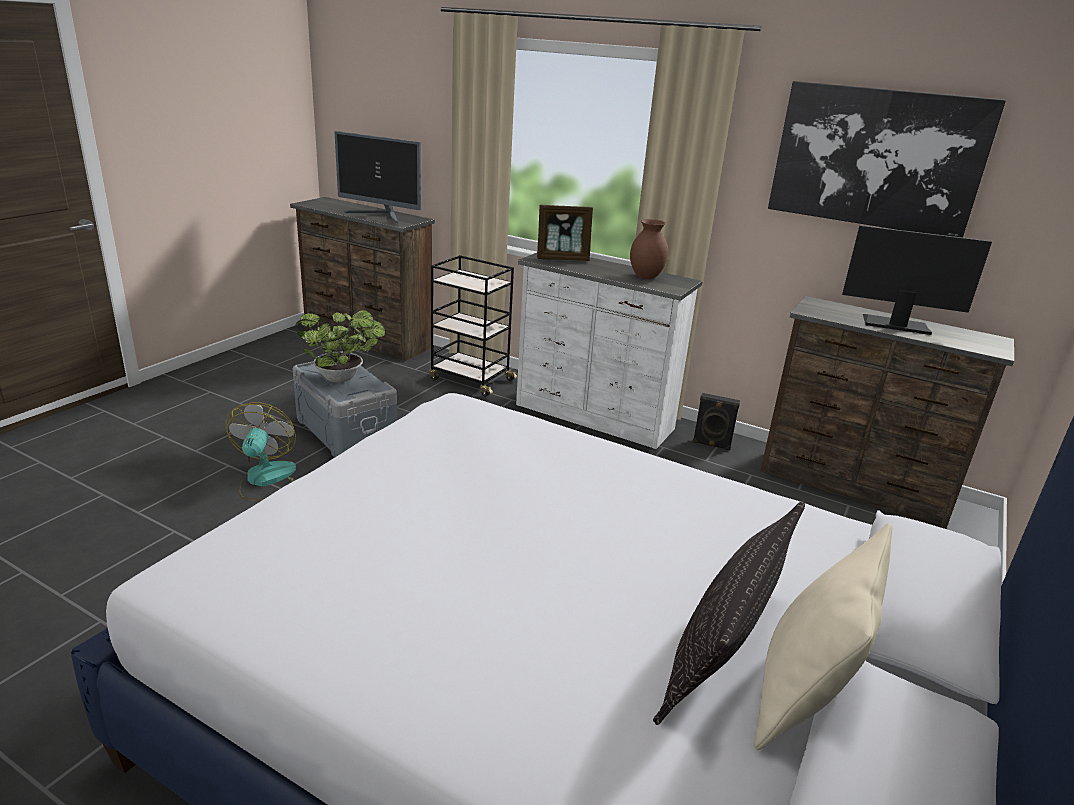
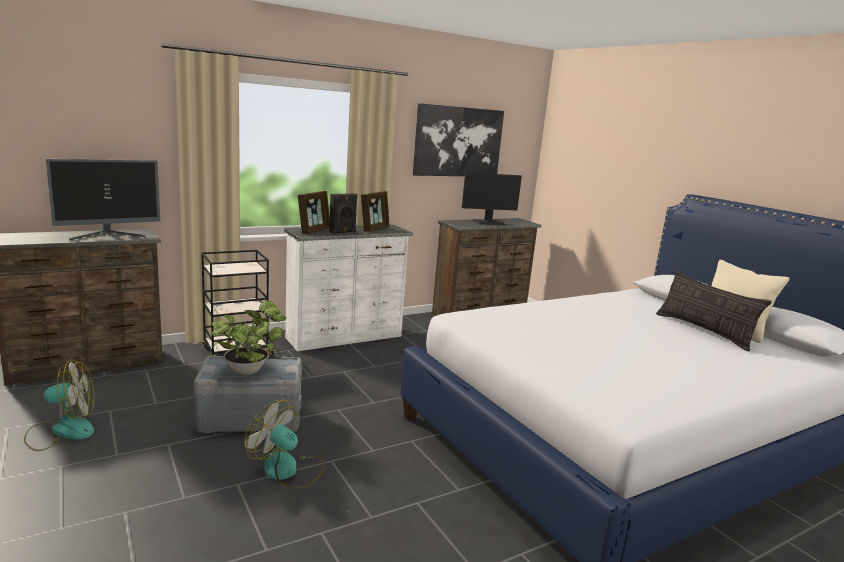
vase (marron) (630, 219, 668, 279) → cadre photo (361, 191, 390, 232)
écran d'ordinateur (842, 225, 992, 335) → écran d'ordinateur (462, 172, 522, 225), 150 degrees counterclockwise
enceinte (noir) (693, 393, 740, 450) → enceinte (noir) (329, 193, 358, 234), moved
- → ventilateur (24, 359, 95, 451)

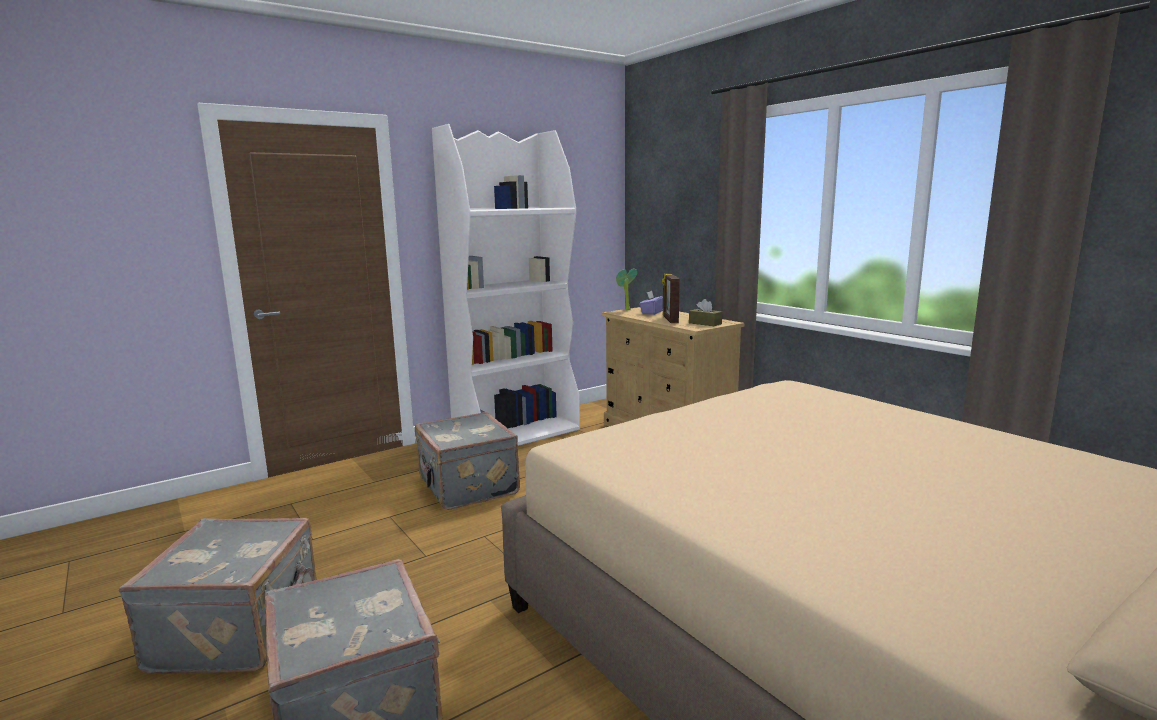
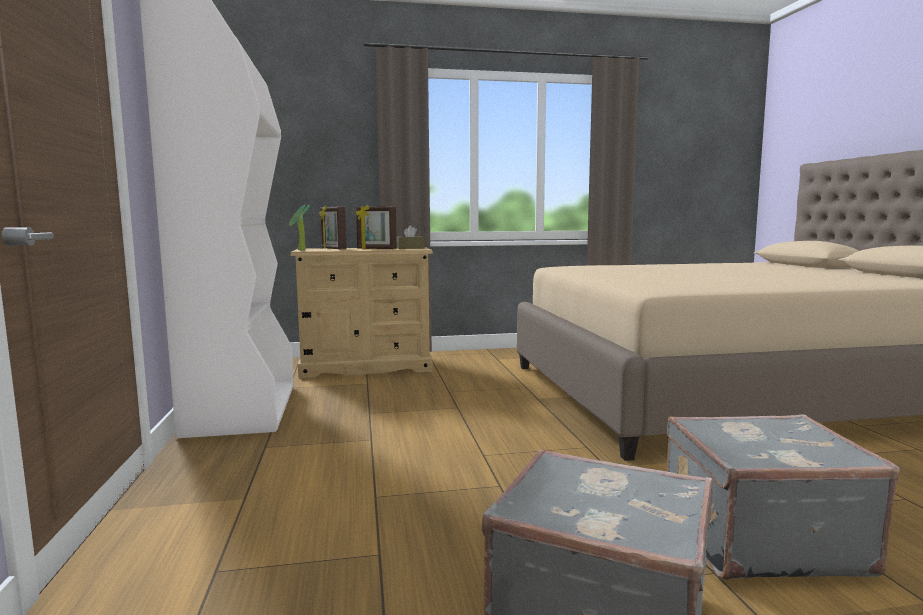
boîte à mouchoirs (violet) (639, 291, 663, 315) → cadre photo (319, 205, 347, 249)
valise (gris) (415, 412, 520, 510) → -

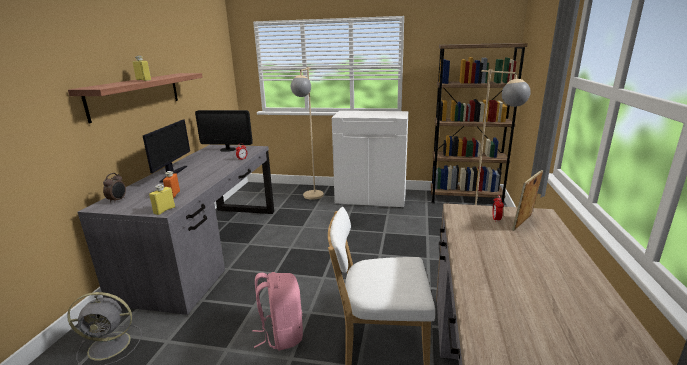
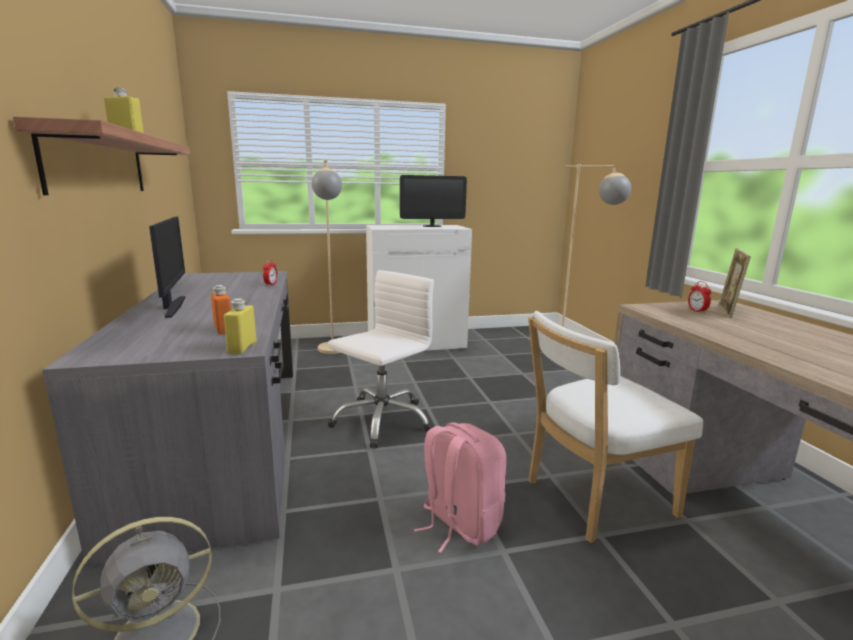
bibliothèque (marron) (431, 43, 528, 204) → -
écran d'ordinateur (195, 110, 253, 152) → écran d'ordinateur (400, 175, 467, 227), moved
réveil (103, 173, 126, 203) → -
- → chaise de bureau (blanc) (328, 270, 434, 448)

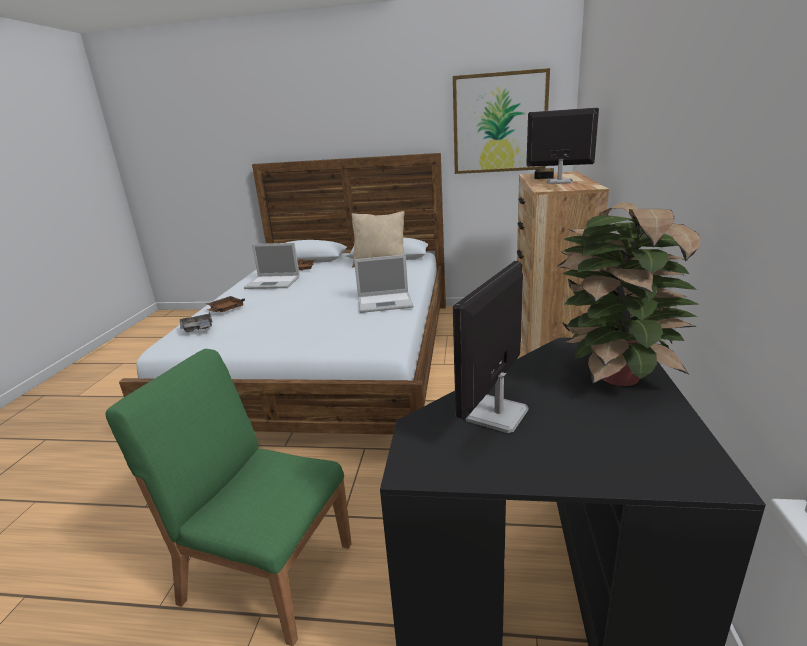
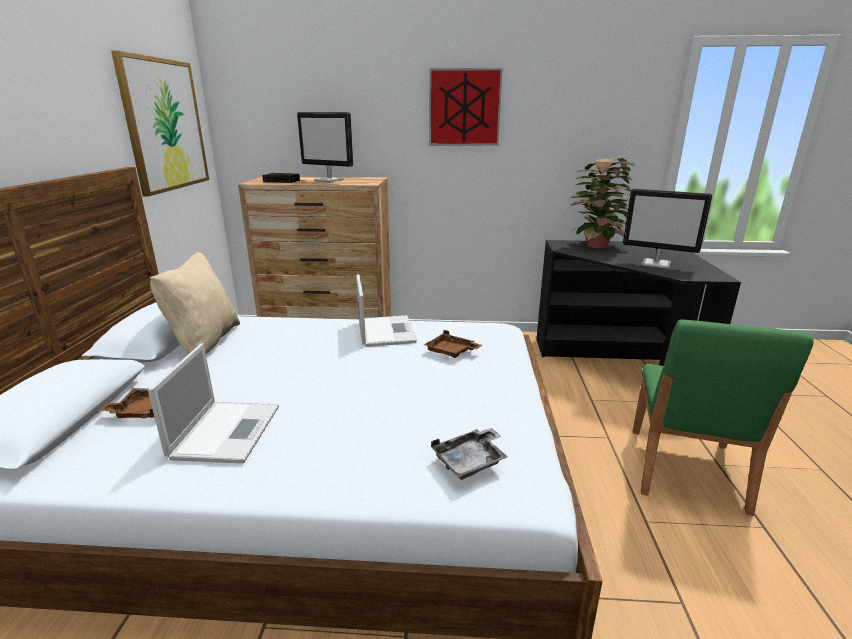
écran d'ordinateur (526, 107, 599, 184) → écran d'ordinateur (297, 112, 353, 182), 75 degrees counterclockwise
plateau (marron) (207, 296, 245, 312) → plateau (marron) (424, 330, 482, 358), moved
- → tableau (429, 68, 503, 146)

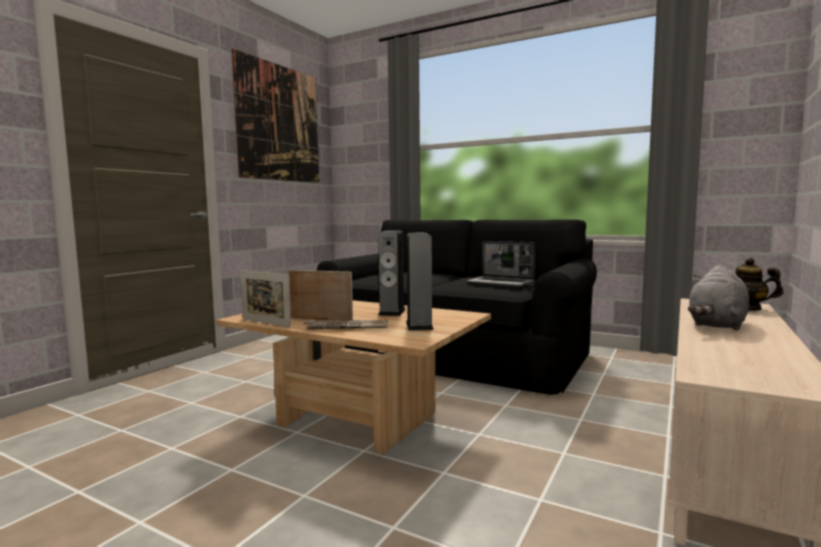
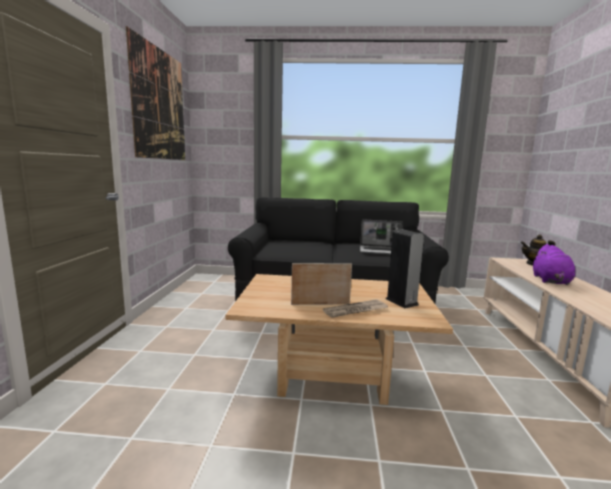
enceinte (378, 230, 406, 316) → -
peluche (gris) (688, 265, 750, 331) → peluche (violet) (533, 244, 575, 285)
cadre photo (241, 270, 291, 327) → -

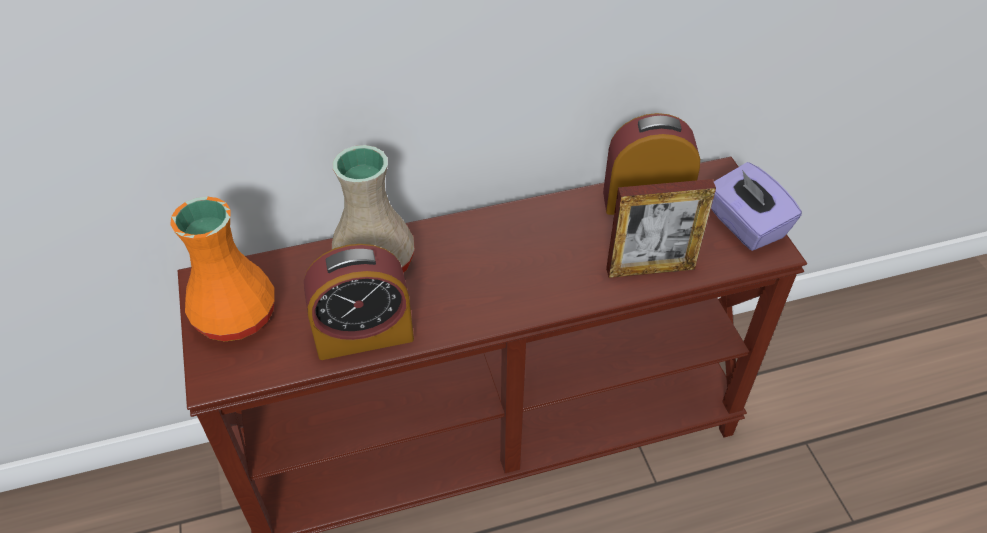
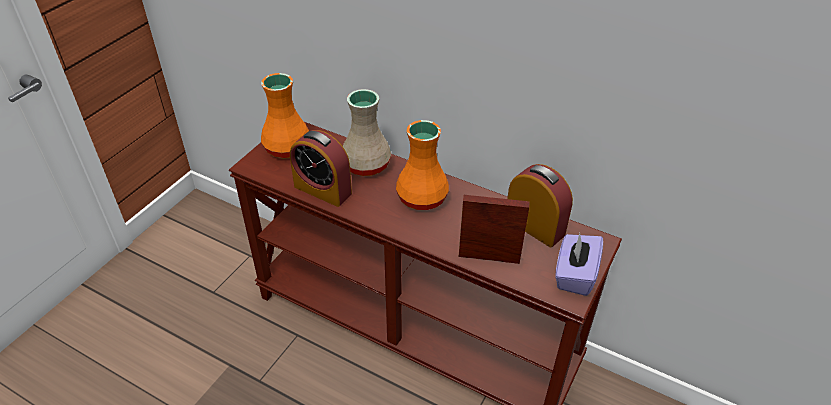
cadre photo (606, 179, 716, 278) → cadre photo (458, 195, 529, 264), 150 degrees clockwise
- → vase (orange) (396, 120, 449, 210)

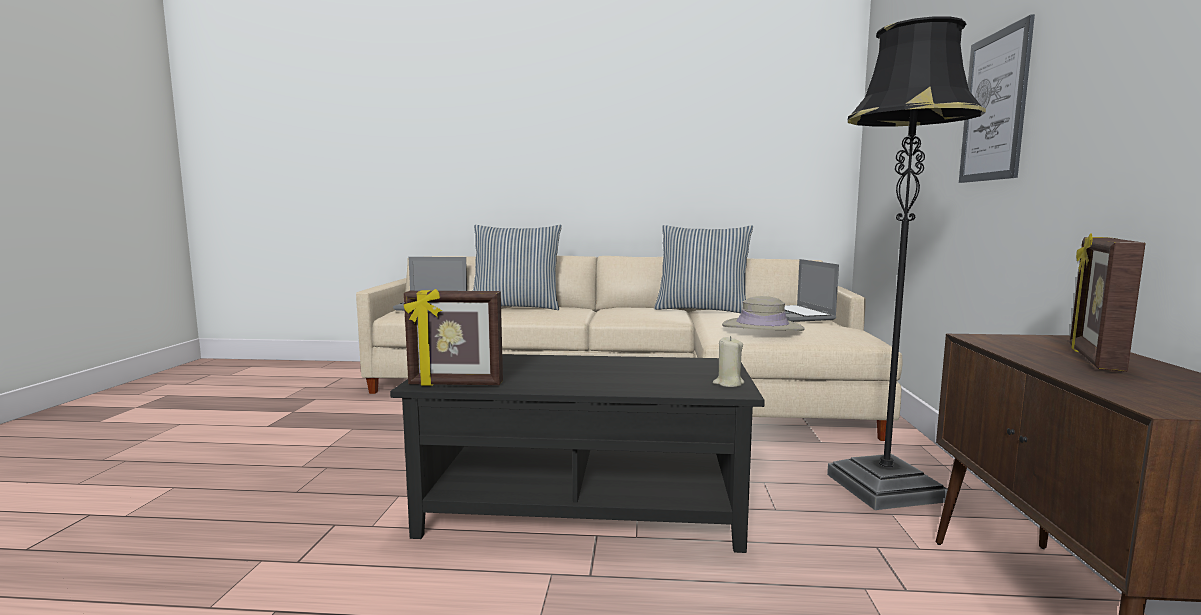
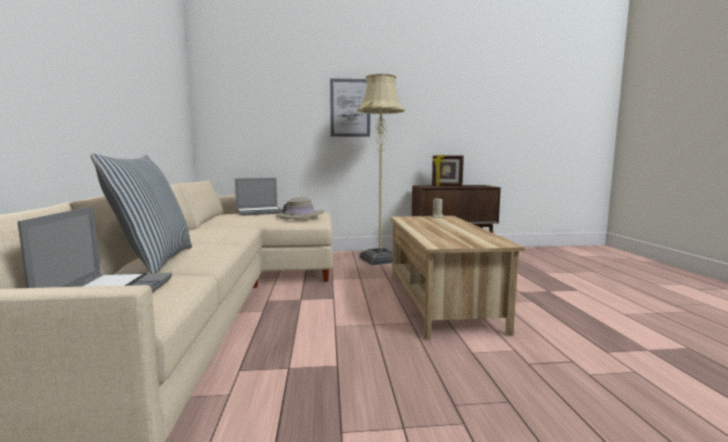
lampadaire (noir) (827, 16, 986, 510) → lampadaire (beige) (357, 74, 405, 265)
coussin (654, 225, 753, 313) → -
cadre photo (404, 289, 503, 386) → -
table basse (noir) (390, 354, 765, 553) → table basse (beige) (390, 216, 525, 340)

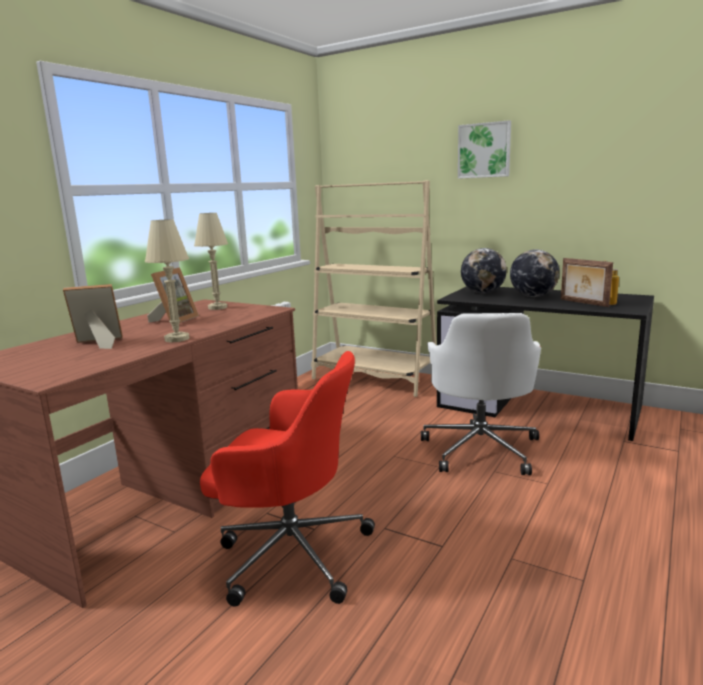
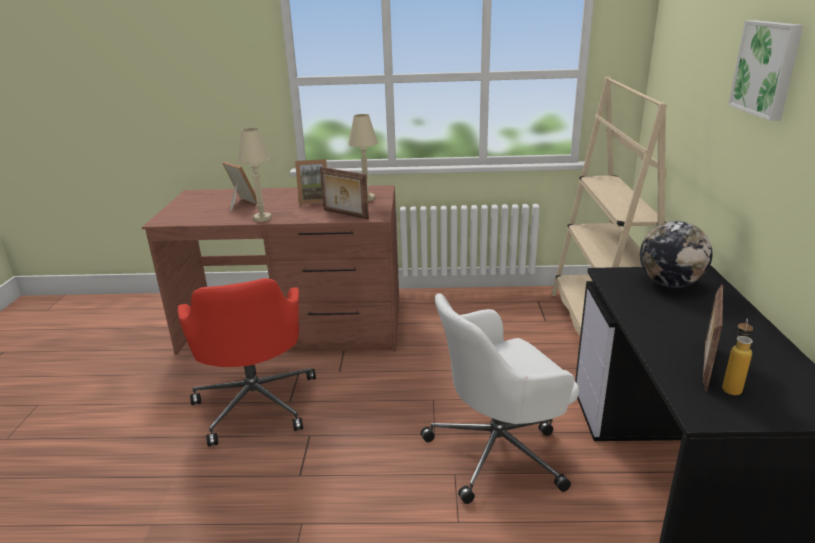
globe (510, 249, 560, 297) → -
- → cadre photo (320, 167, 369, 219)

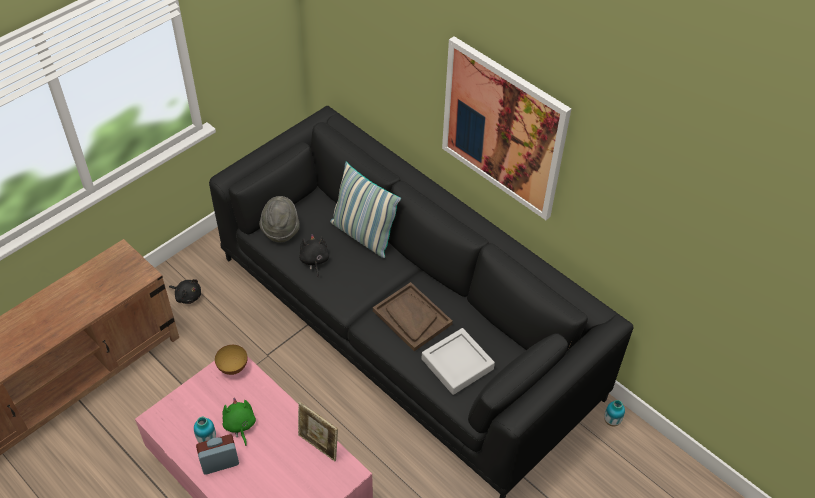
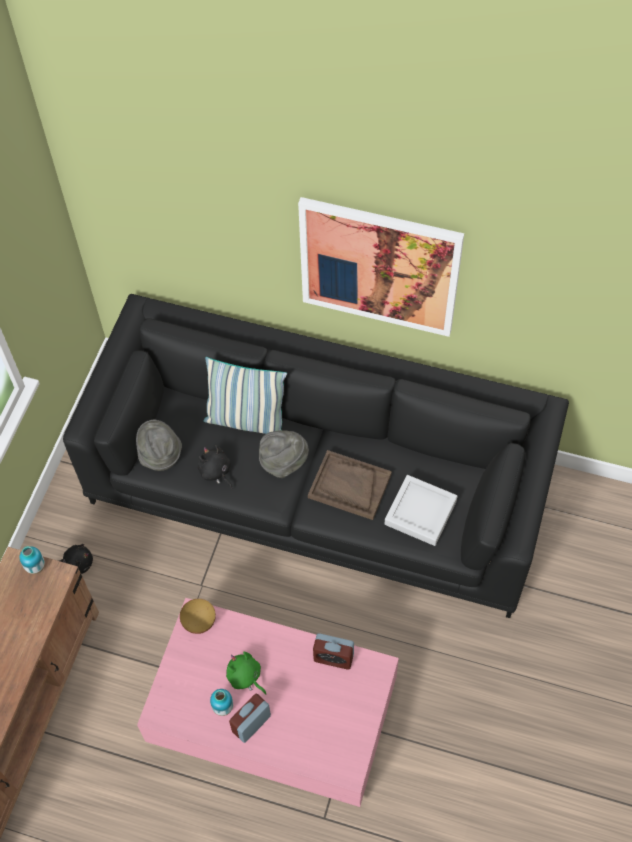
vase (604, 400, 625, 427) → vase (20, 546, 45, 574), moved
cadre photo (298, 402, 338, 461) → réveil (313, 633, 354, 670)
- → chapeau (gris) (259, 430, 309, 478)

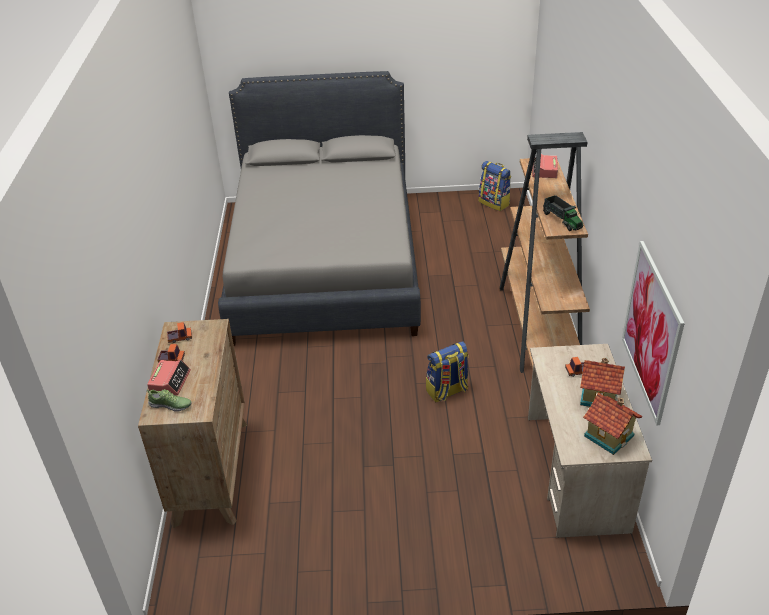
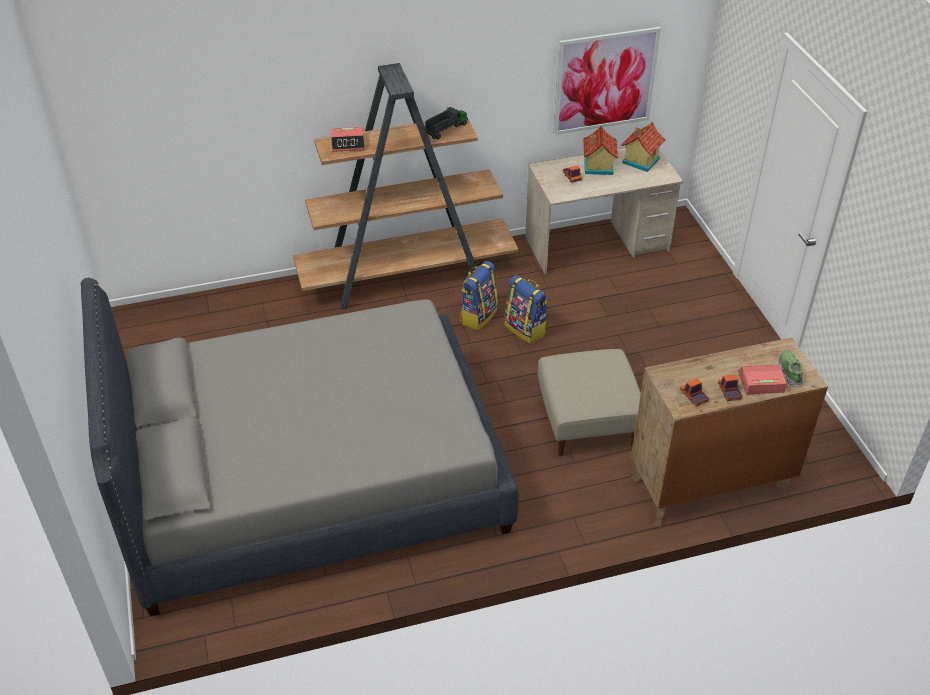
sac à dos (479, 161, 511, 211) → sac à dos (459, 261, 498, 331), moved
- → pouf (beige) (538, 349, 641, 456)

